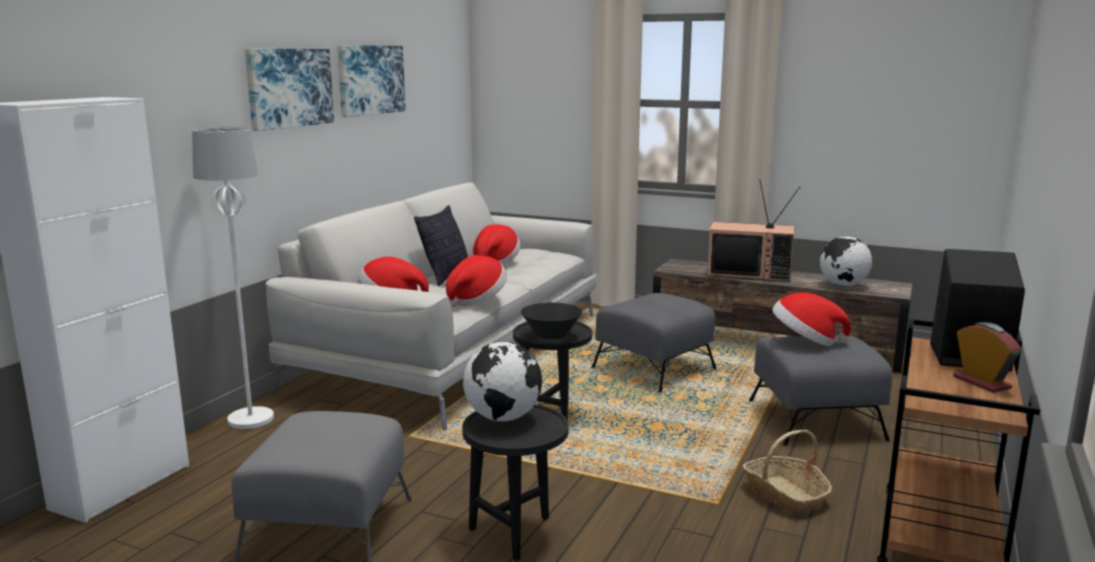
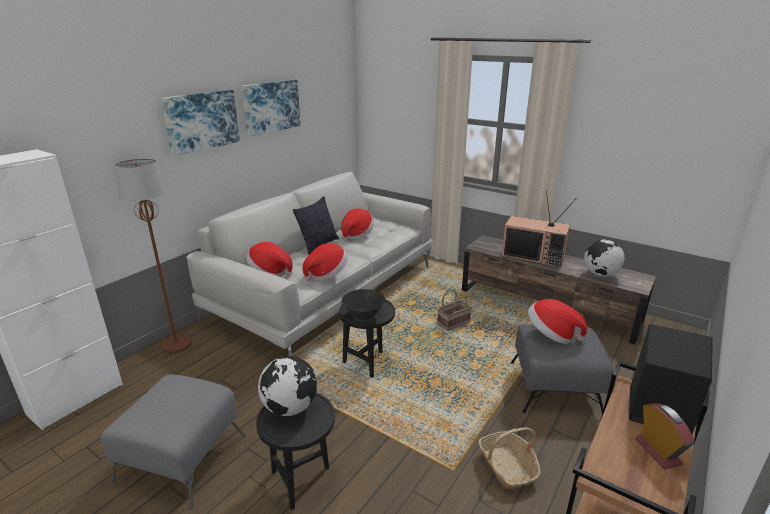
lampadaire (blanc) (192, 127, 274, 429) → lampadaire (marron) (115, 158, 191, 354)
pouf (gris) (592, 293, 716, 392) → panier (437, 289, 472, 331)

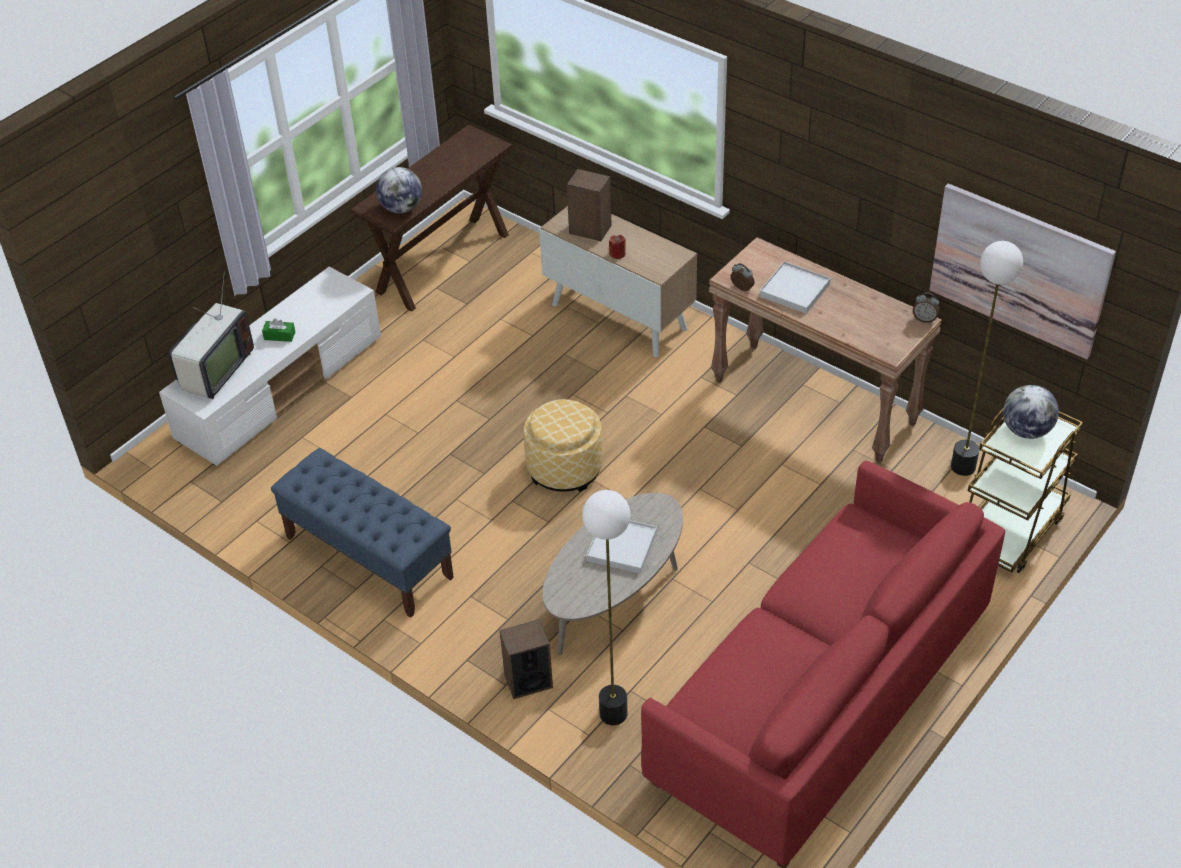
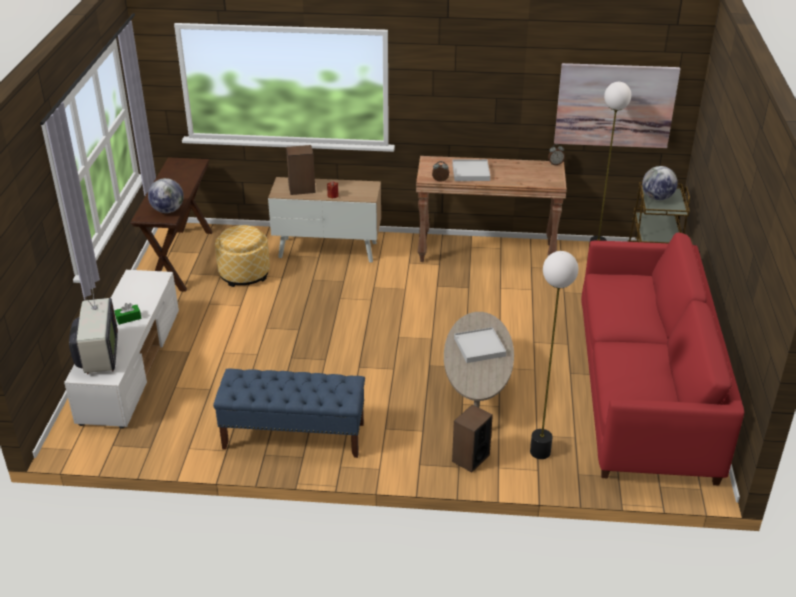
pouf (524, 399, 603, 492) → pouf (215, 225, 270, 287), moved

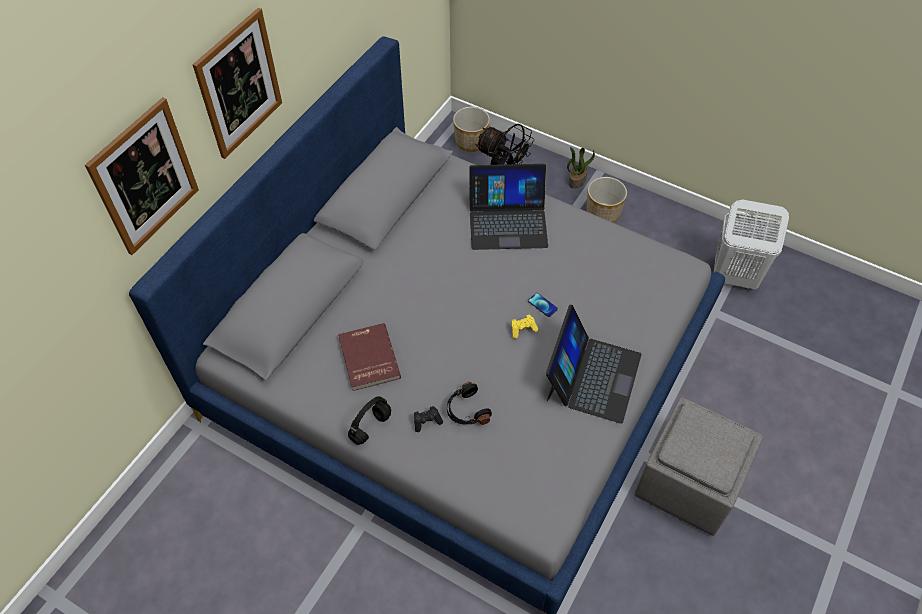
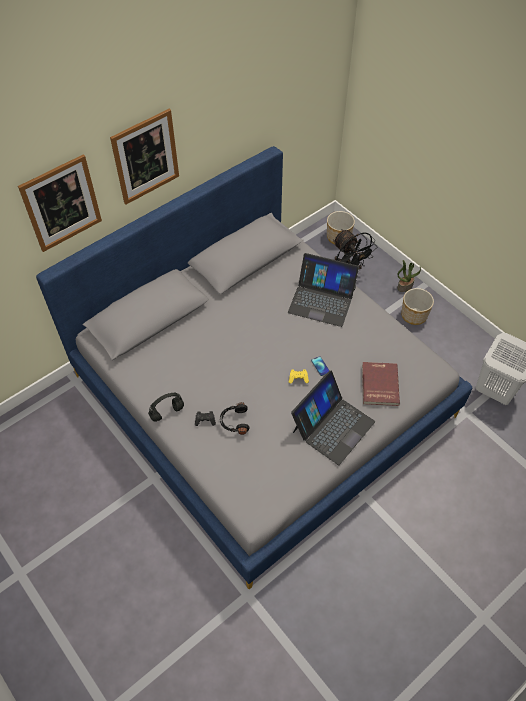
livre (rouge) (338, 323, 401, 391) → livre (rouge) (362, 362, 400, 406), moved
pouf (gris) (634, 397, 763, 536) → -

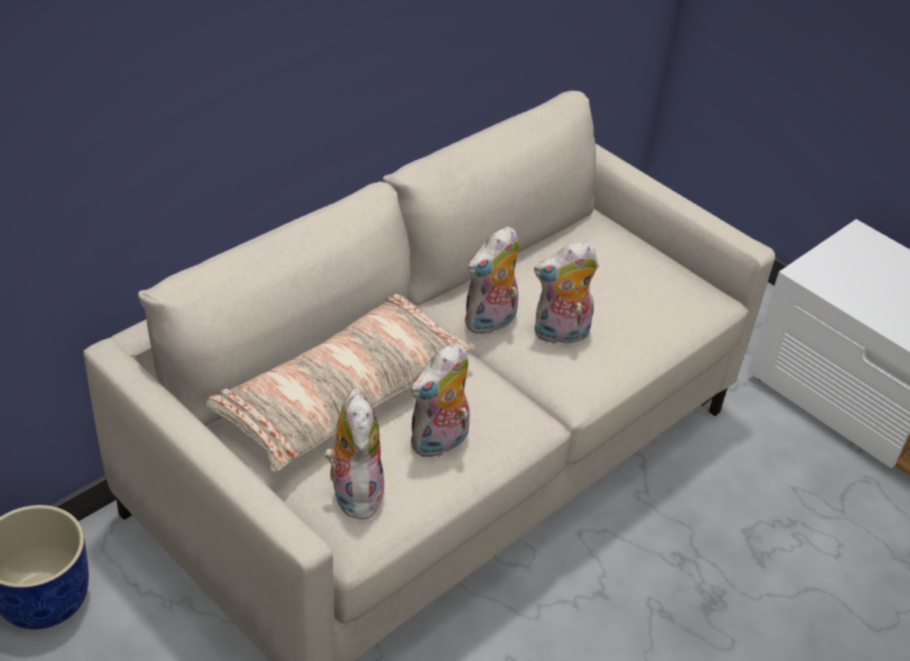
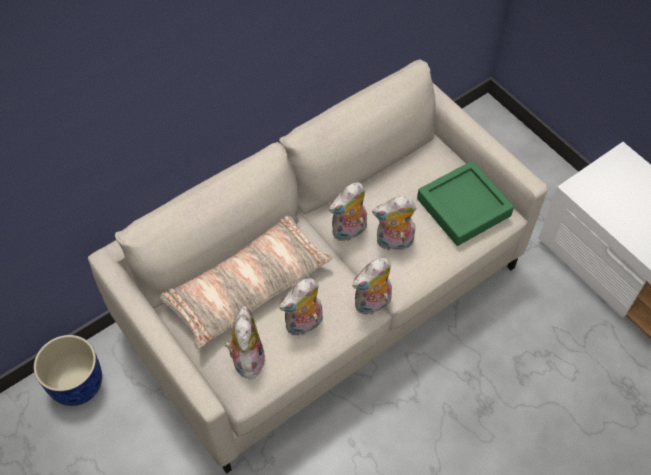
- → plateau (vert) (417, 161, 514, 246)
- → peluche (352, 258, 392, 315)

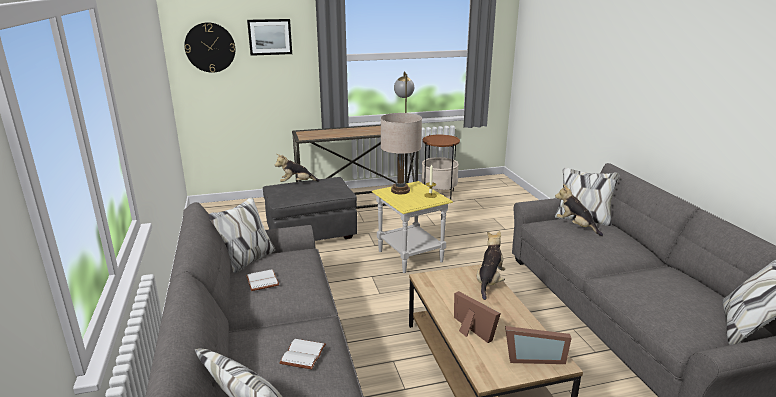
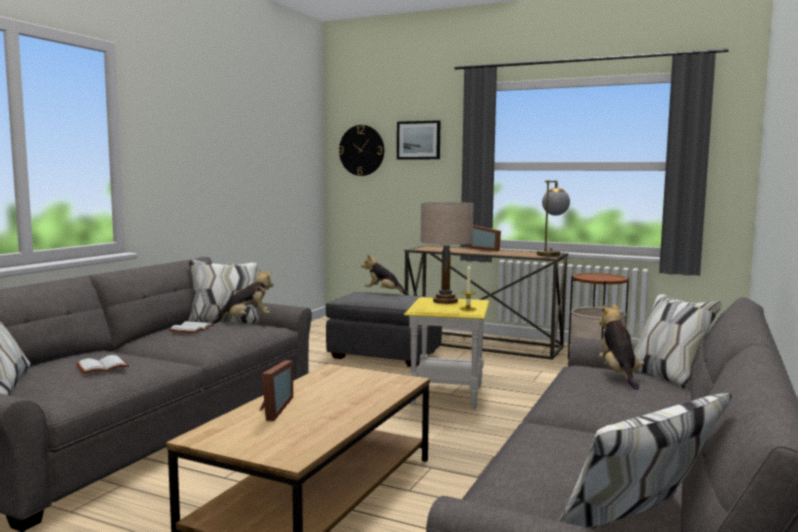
peluche (476, 231, 505, 300) → peluche (212, 269, 273, 324), moved
cadre photo (505, 326, 572, 364) → cadre photo (468, 225, 501, 251), moved

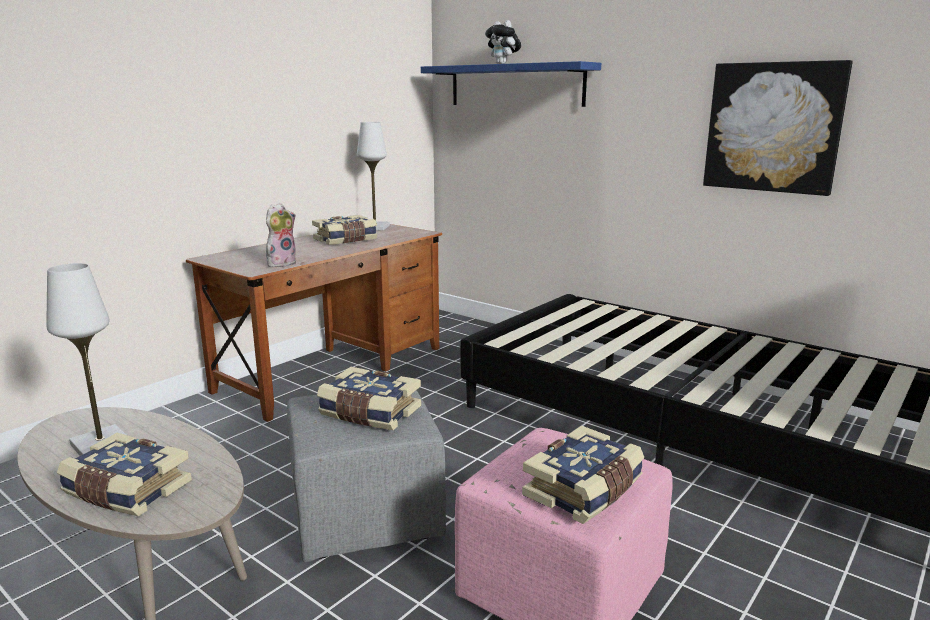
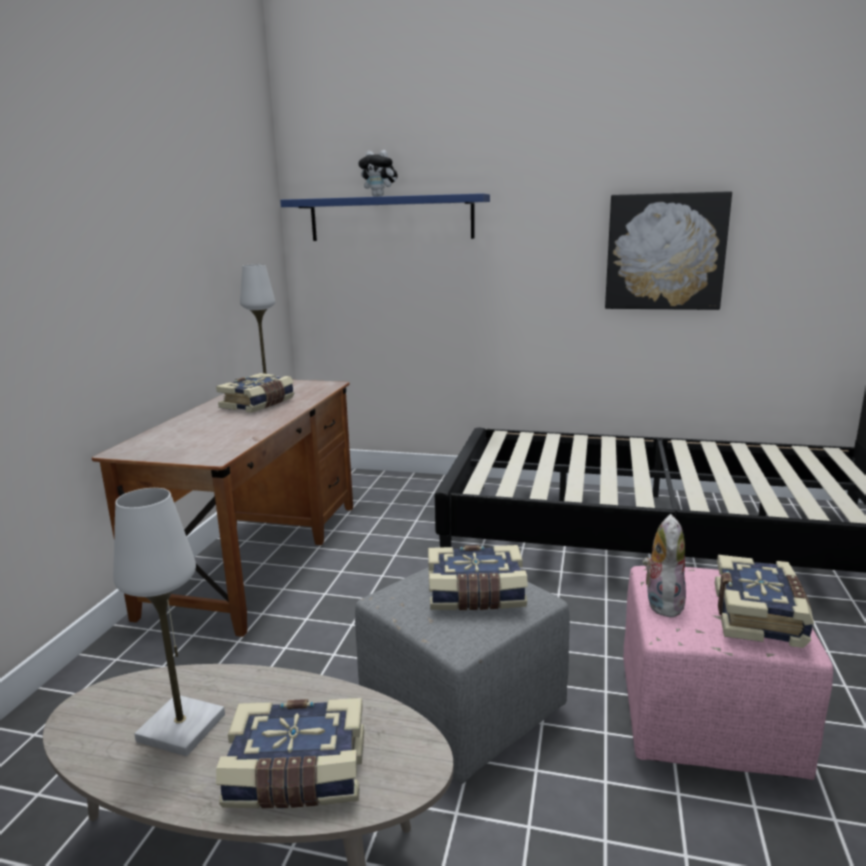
peluche (266, 203, 296, 267) → peluche (643, 514, 686, 617), moved

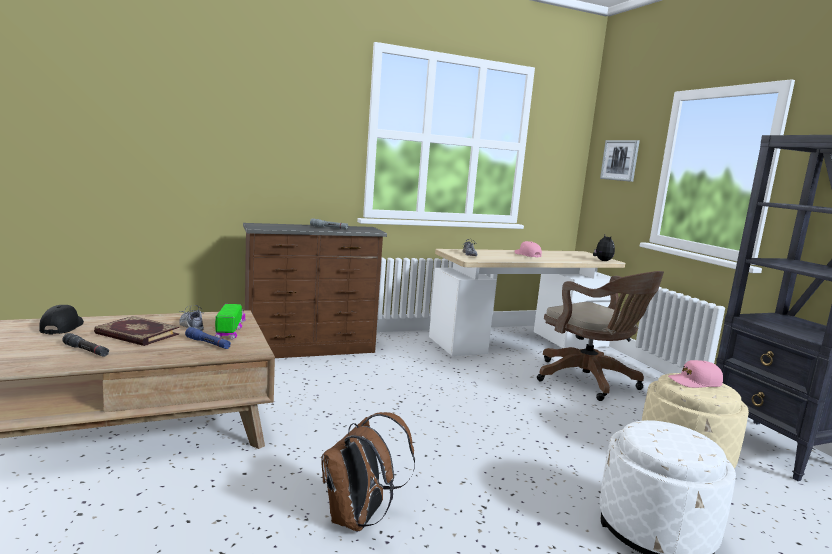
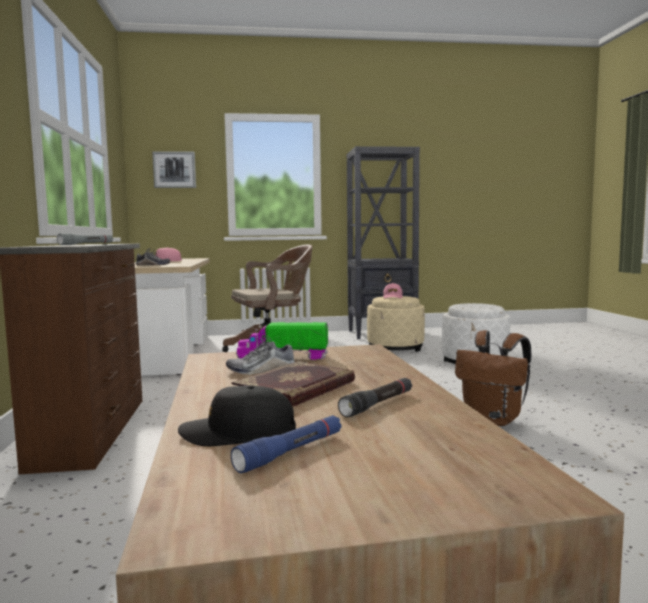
peluche (593, 235, 615, 261) → -
lampe de poche (bleu) (185, 327, 231, 349) → lampe de poche (bleu) (231, 415, 342, 473), moved

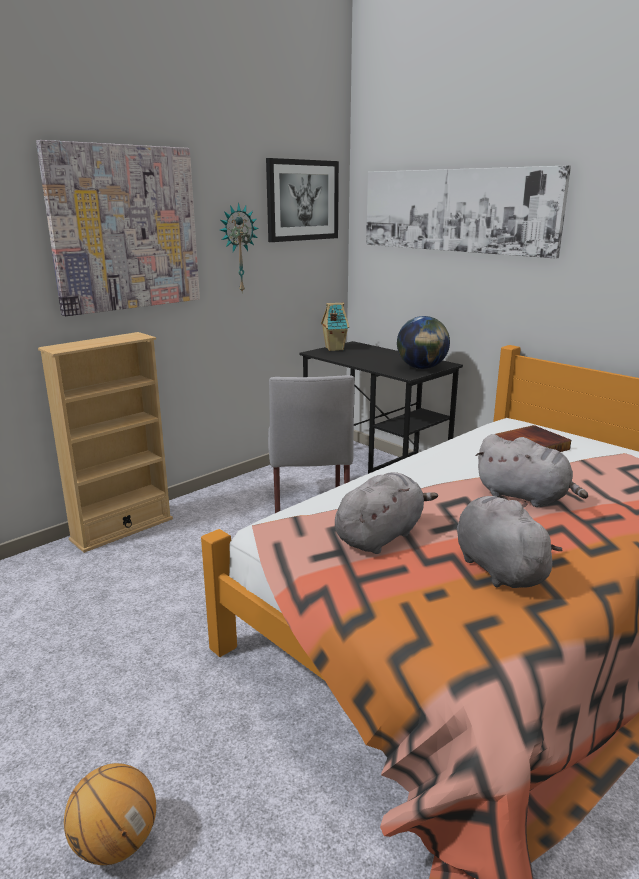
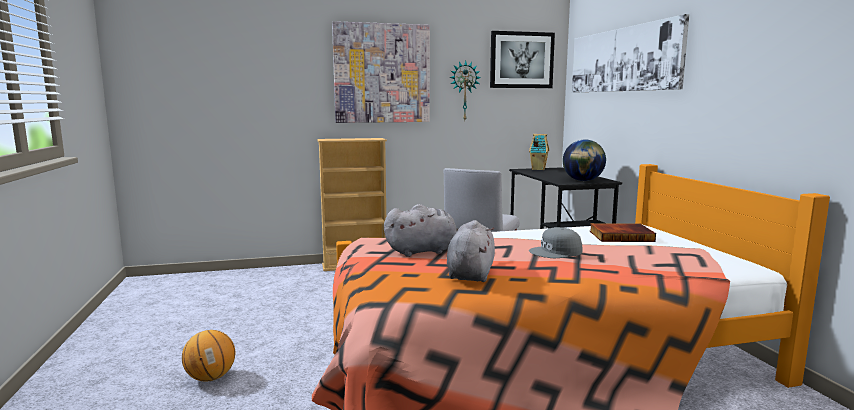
peluche (gris) (475, 434, 588, 507) → casquette (gris) (529, 227, 582, 258)

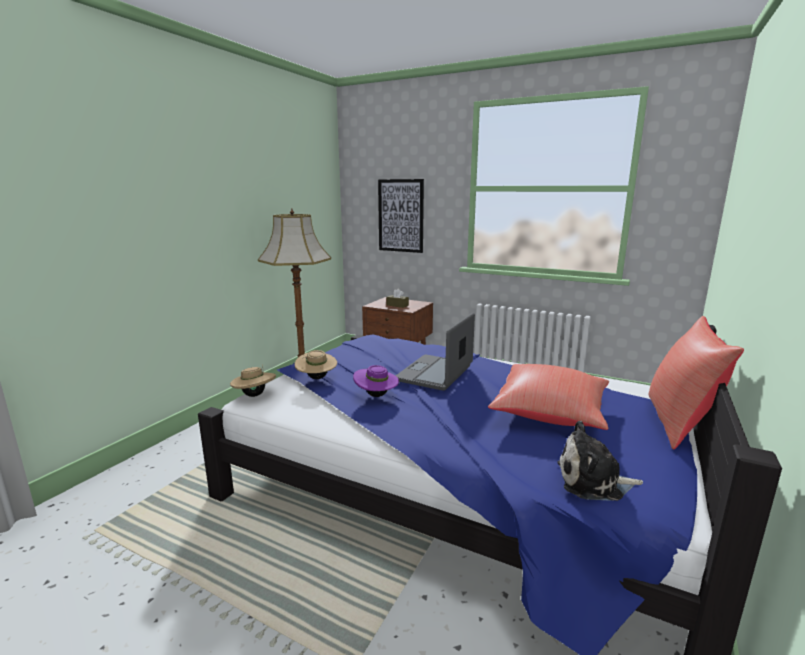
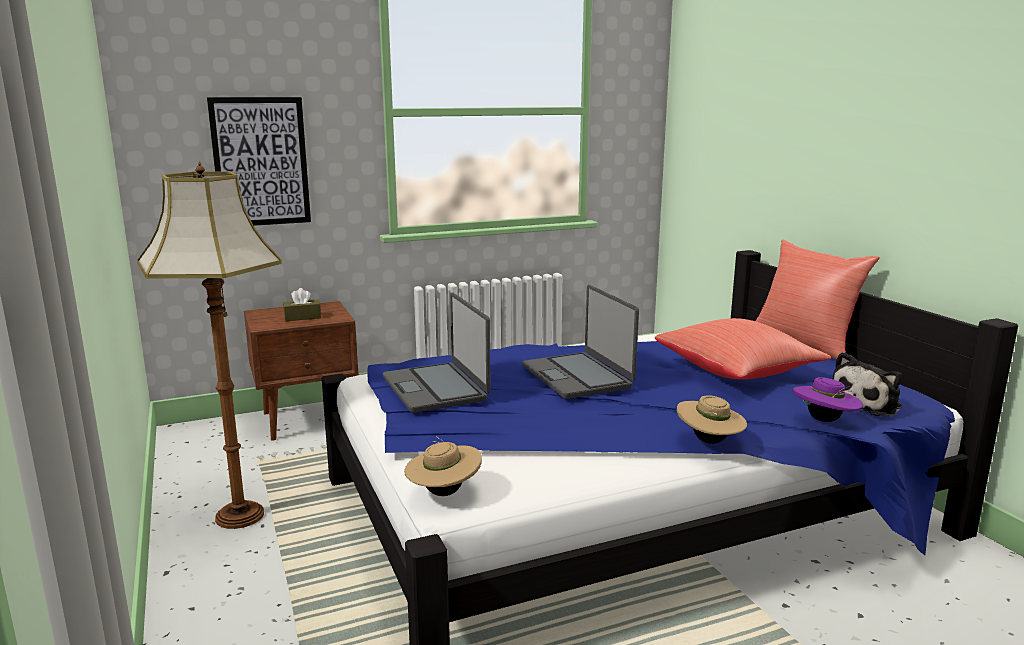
chapeau (beige) (295, 350, 337, 379) → chapeau (beige) (677, 395, 747, 444), moved
chapeau (violet) (353, 365, 399, 397) → chapeau (violet) (793, 377, 863, 422), moved
- → ordinateur portable (383, 292, 491, 413)

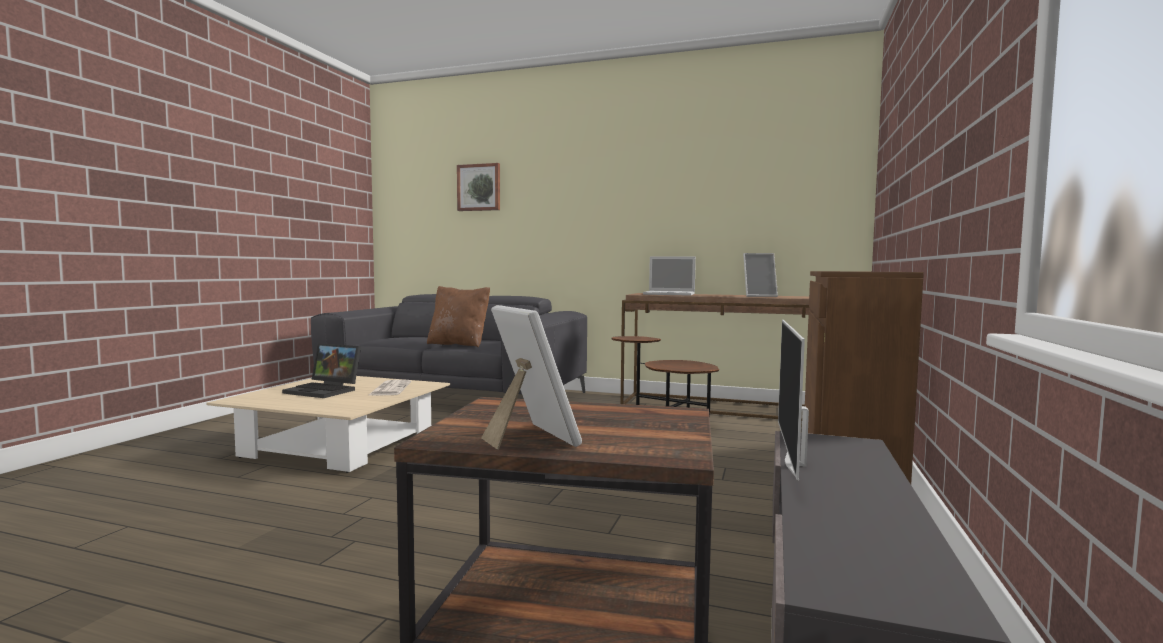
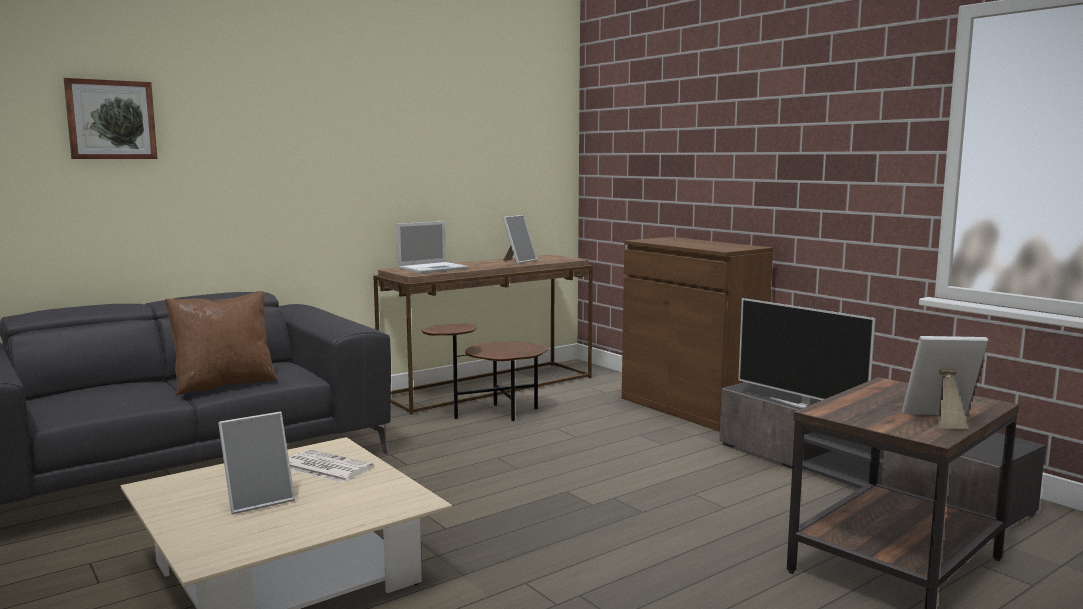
ordinateur portable (282, 343, 361, 398) → cadre photo (218, 412, 295, 514)

